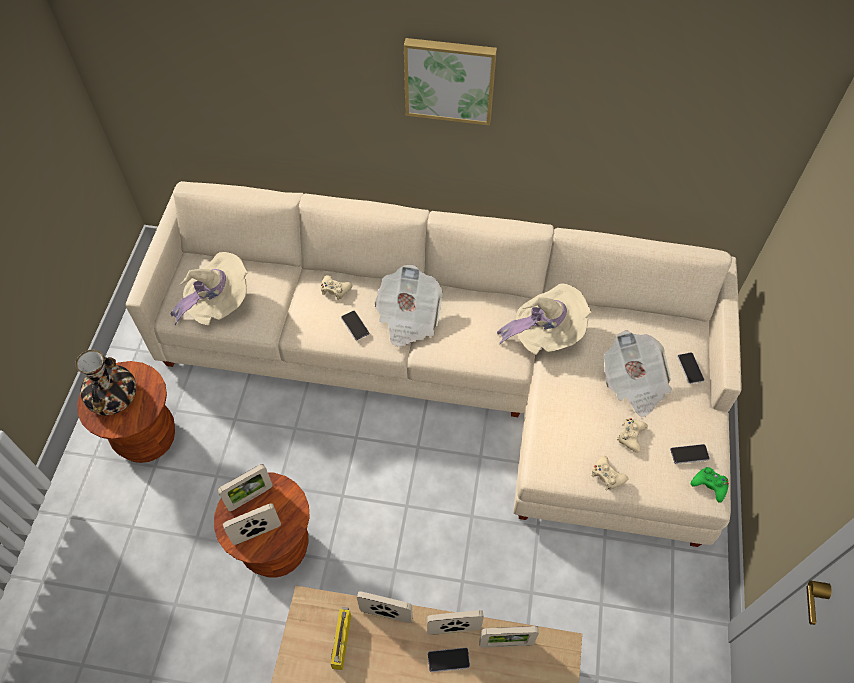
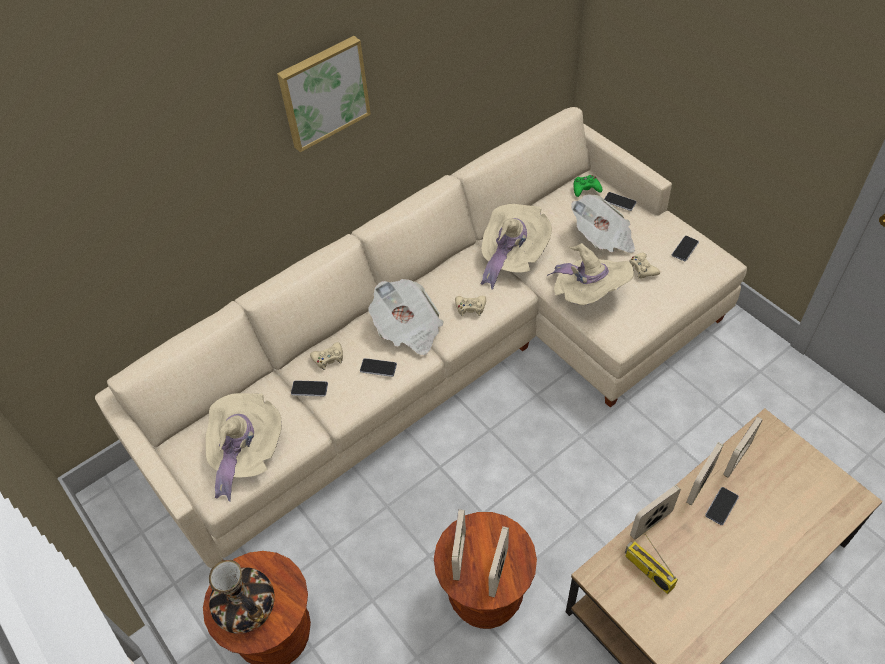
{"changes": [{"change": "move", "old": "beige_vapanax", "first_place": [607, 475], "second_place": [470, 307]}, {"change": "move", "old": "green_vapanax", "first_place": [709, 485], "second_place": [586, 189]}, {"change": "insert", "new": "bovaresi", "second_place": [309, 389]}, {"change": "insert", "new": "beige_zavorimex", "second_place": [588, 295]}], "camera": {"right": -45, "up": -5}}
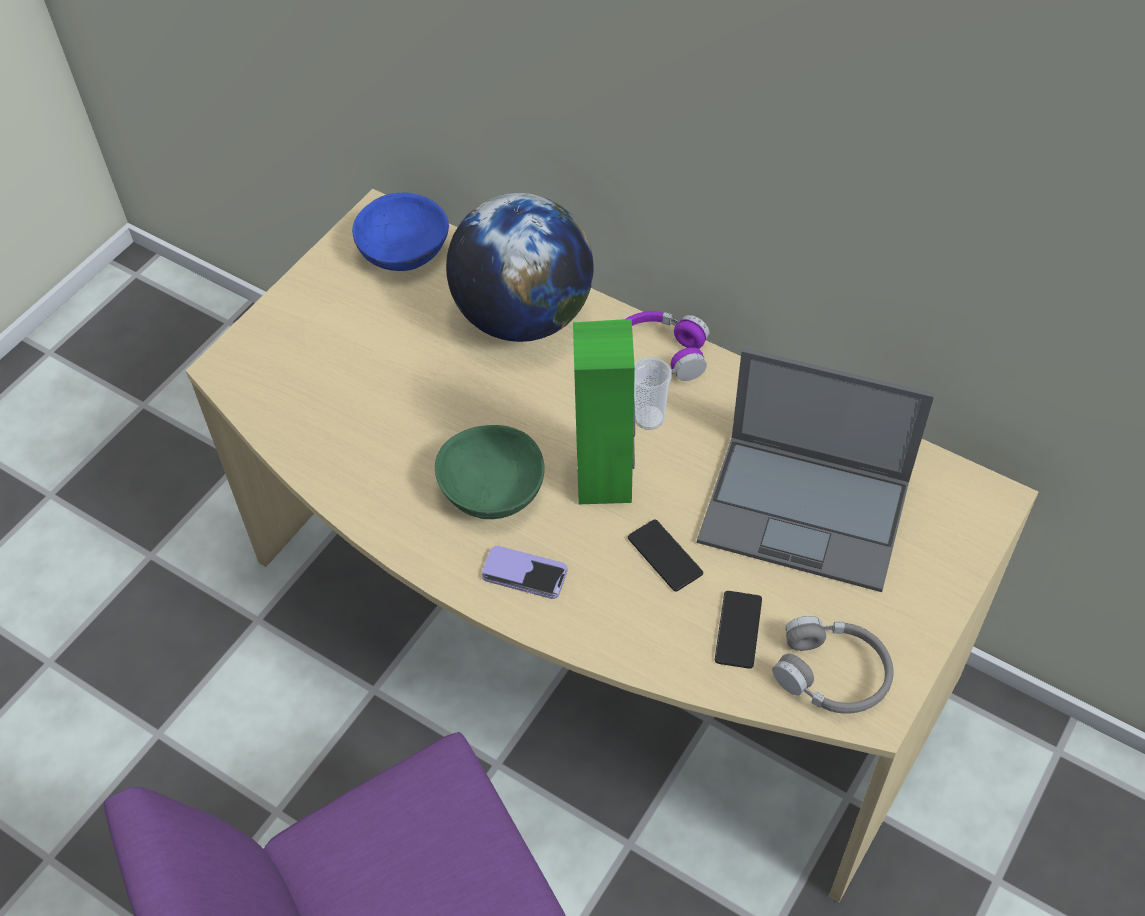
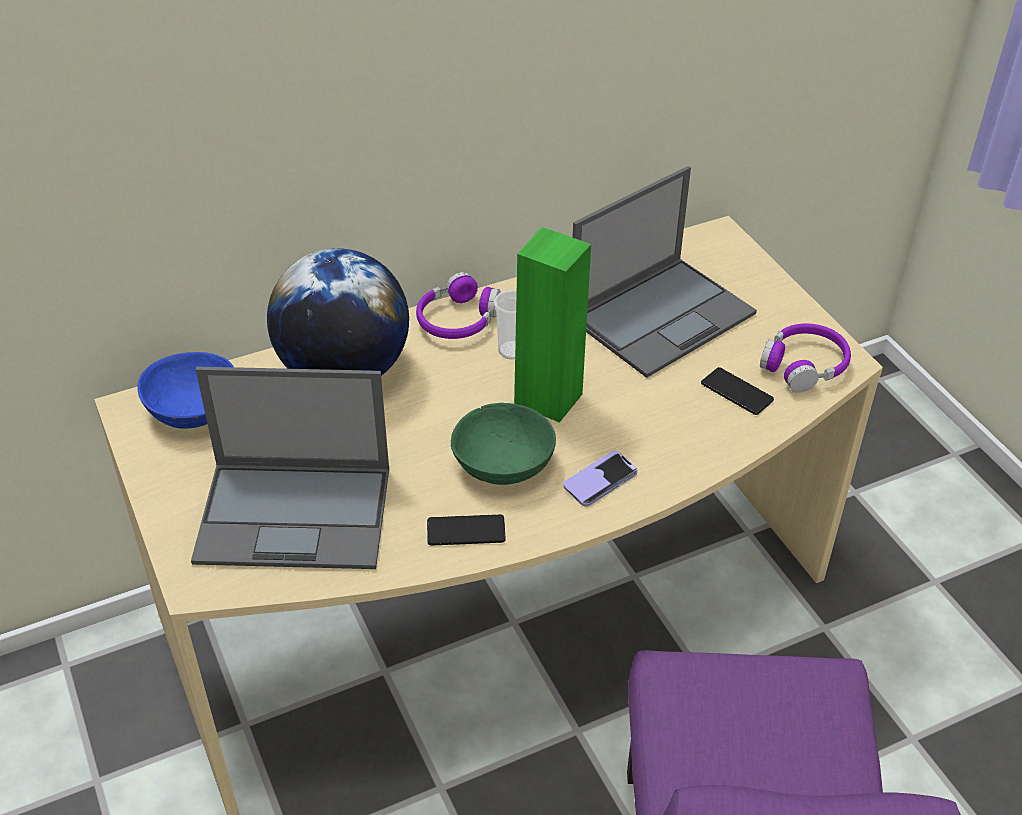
{"changes": [{"change": "move", "old": "bovaresi", "first_place": [665, 556], "second_place": [466, 531]}, {"change": "recolor", "old": "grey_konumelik", "new": "purple_konumelik", "first_place": [832, 674], "second_place": [804, 365]}, {"change": "insert", "new": "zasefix", "second_place": [297, 514]}], "camera": {"right": -60, "up": -10}}
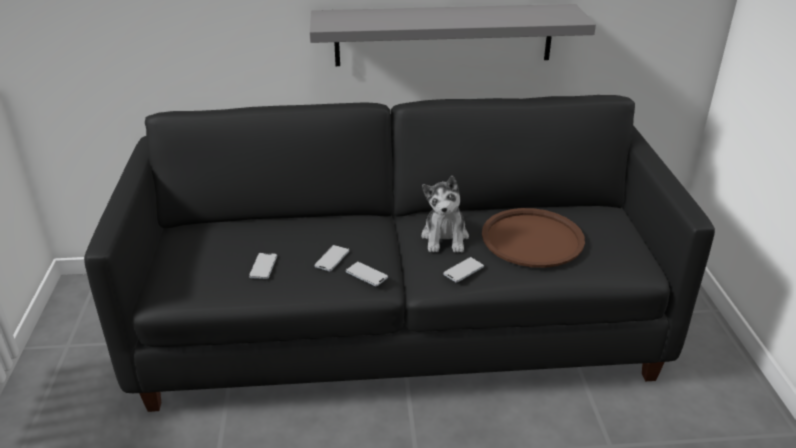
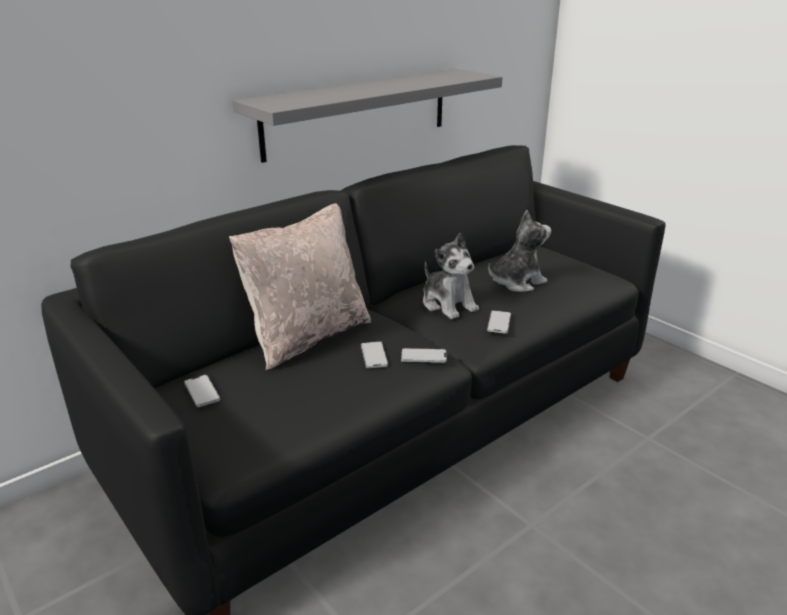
{"changes": [{"change": "move", "old": "bovaresi", "first_place": [263, 266], "second_place": [202, 391]}, {"change": "replace", "old": "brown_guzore", "new": "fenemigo", "first_place": [532, 239], "second_place": [516, 282]}, {"change": "insert", "new": "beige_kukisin", "second_place": [307, 336]}], "camera": {"right": -35, "up": -5}}
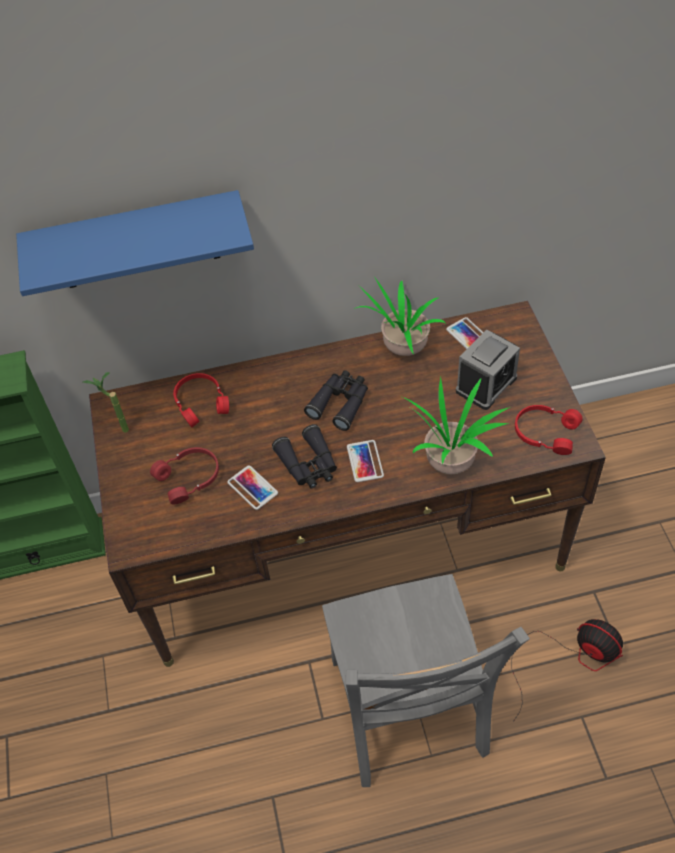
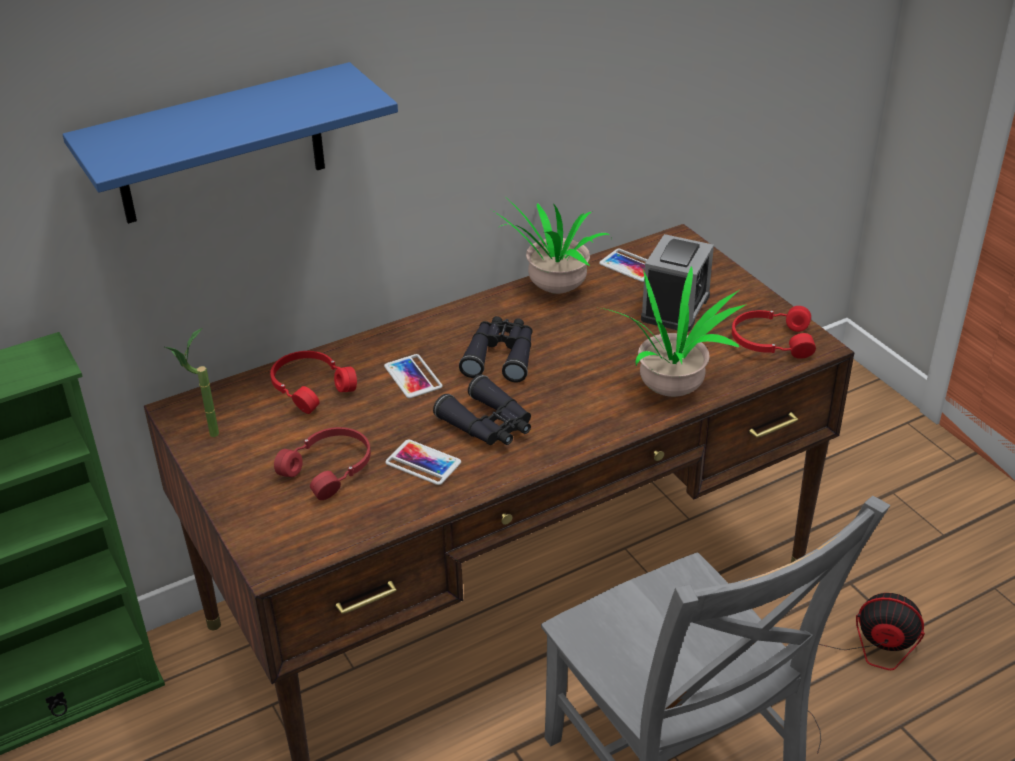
{"changes": [{"change": "move", "old": "bovaresi", "first_place": [365, 461], "second_place": [413, 377]}], "camera": {"right": -20, "up": -15}}
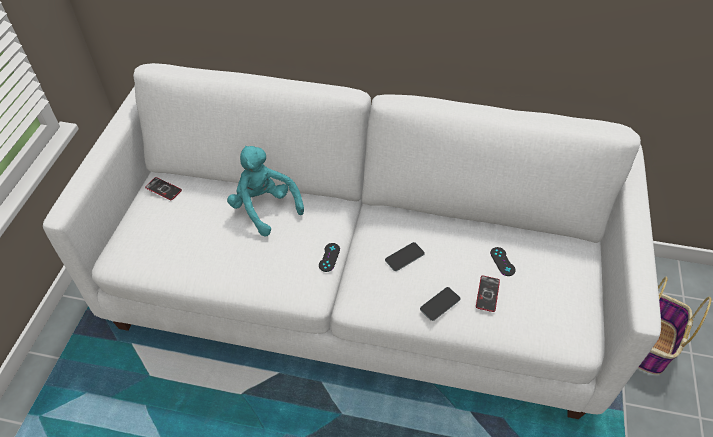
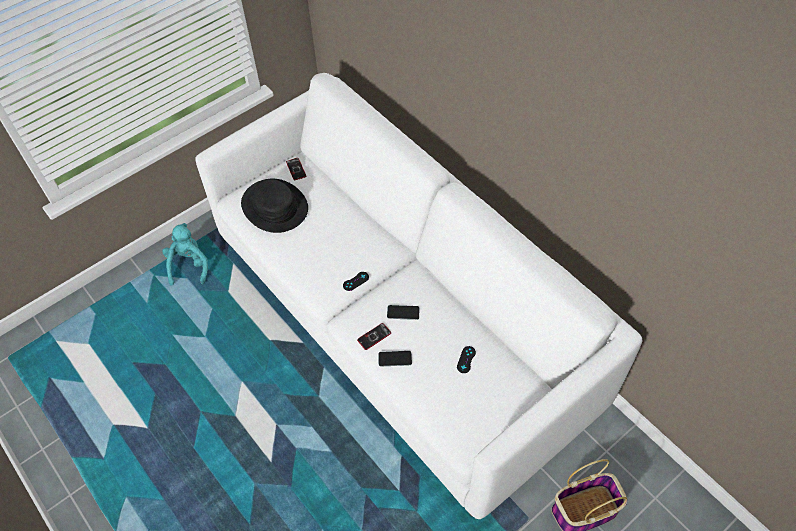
{"changes": [{"change": "move", "old": "turquoise_fenemigo", "first_place": [264, 207], "second_place": [189, 266]}, {"change": "move", "old": "bovaresi", "first_place": [487, 294], "second_place": [374, 336]}, {"change": "insert", "new": "black_zavorimex", "second_place": [274, 207]}], "camera": {"right": 40, "up": 5}}
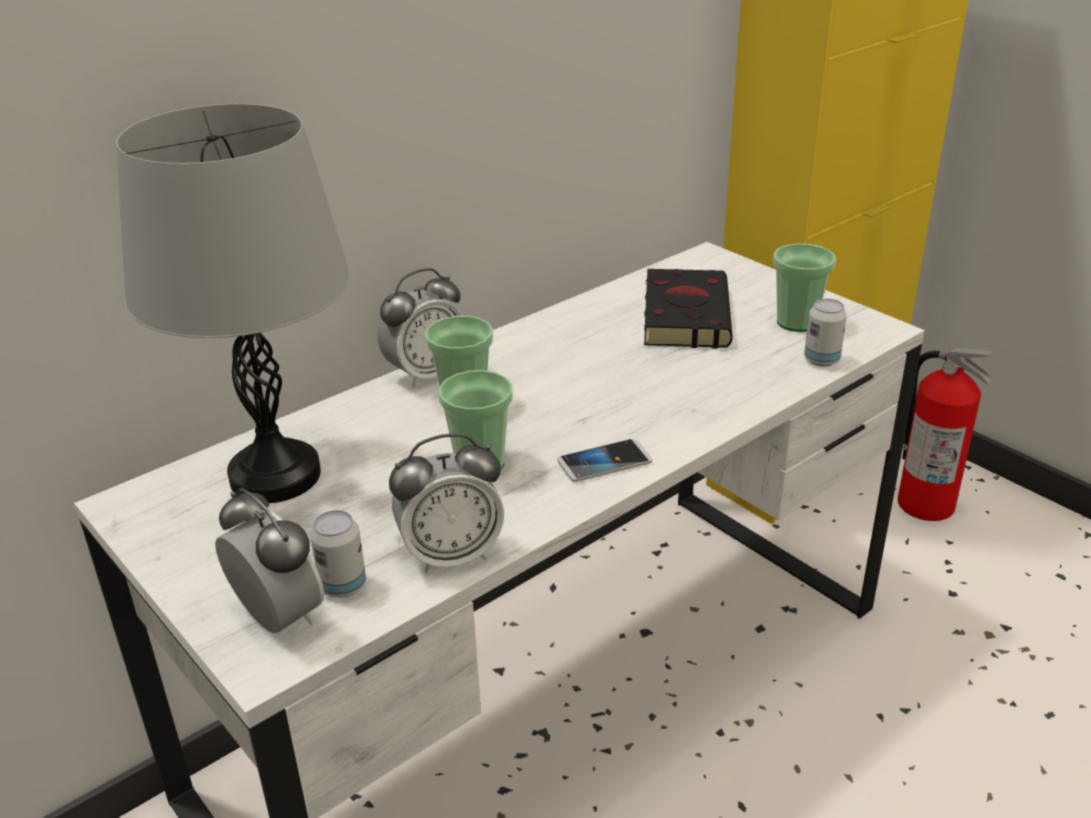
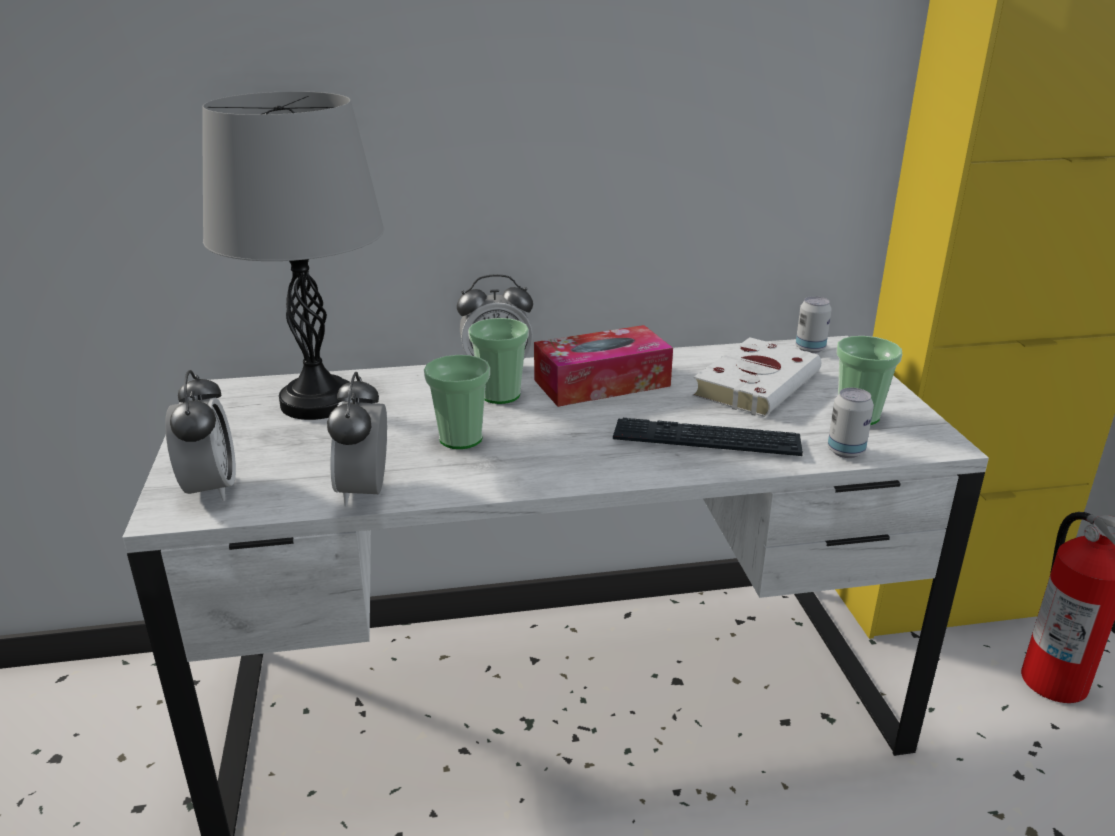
{"changes": [{"change": "move", "old": "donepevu", "first_place": [343, 586], "second_place": [810, 349]}, {"change": "rotate", "old": "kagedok", "first_place": [451, 555], "second_place": [365, 491], "degrees": 75}, {"change": "delete", "old": "bovaresi", "first_place": [604, 462]}, {"change": "recolor", "old": "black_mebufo", "new": "white_mebufo", "first_place": [685, 314], "second_place": [758, 383]}, {"change": "insert", "new": "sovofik", "second_place": [602, 383]}, {"change": "insert", "new": "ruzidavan", "second_place": [706, 440]}], "camera": {"right": 30, "up": -5}}
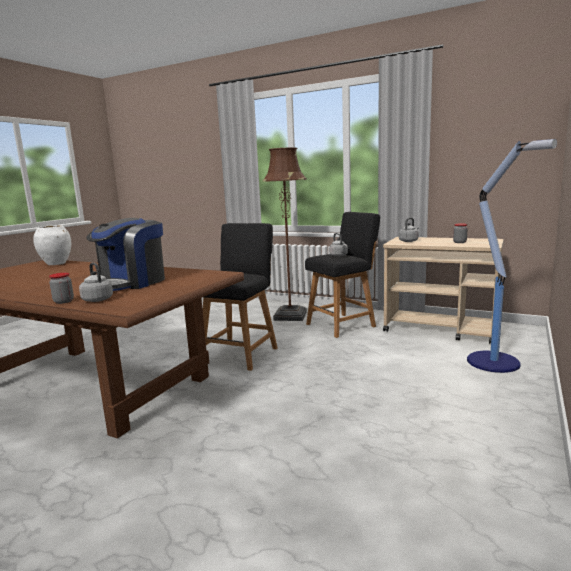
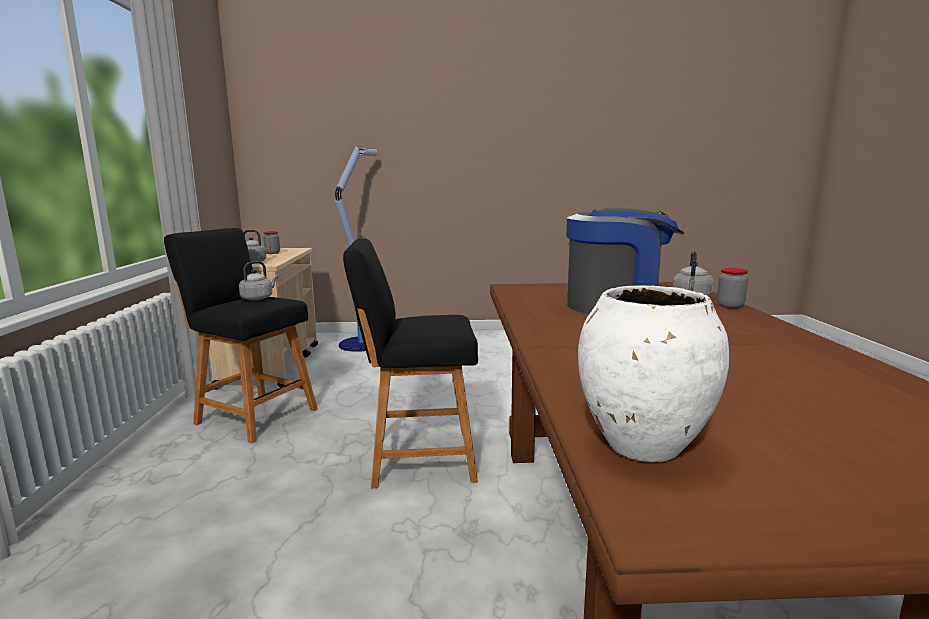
{"changes": [{"change": "delete", "old": "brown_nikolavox", "first_place": [290, 316]}], "camera": {"right": -120, "up": 0}}
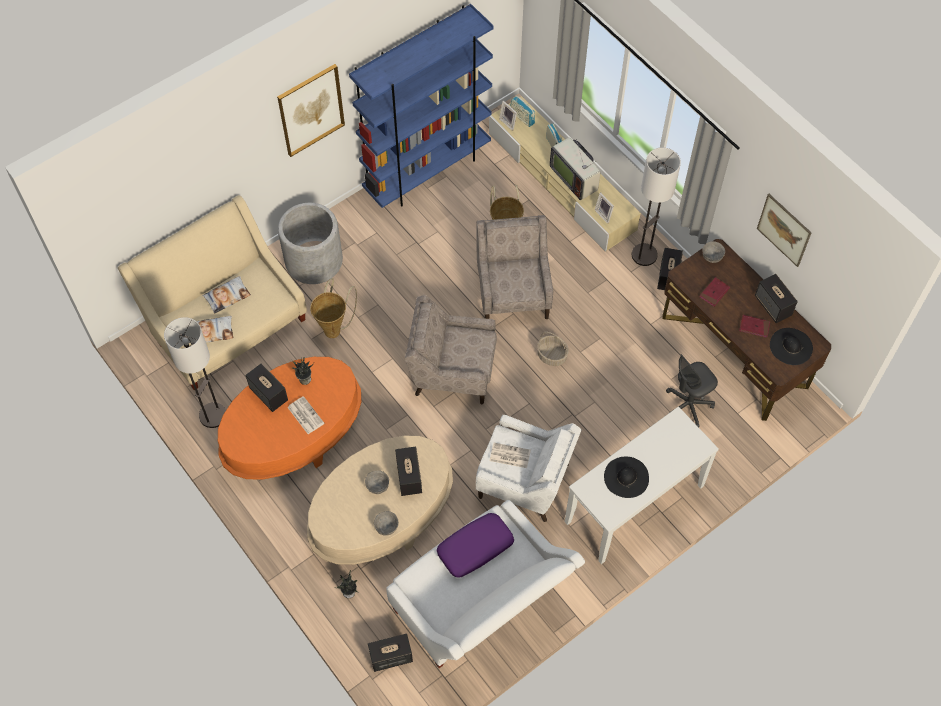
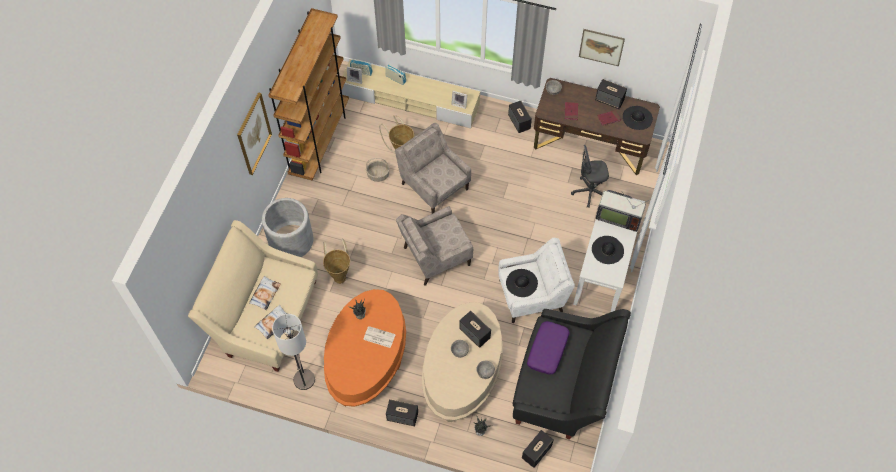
{"changes": [{"change": "move", "old": "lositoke", "first_place": [269, 394], "second_place": [403, 416]}, {"change": "recolor", "old": "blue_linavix", "new": "brown_linavix", "first_place": [427, 171], "second_place": [320, 141]}, {"change": "recolor", "old": "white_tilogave", "new": "black_tilogave", "first_place": [481, 603], "second_place": [563, 384]}, {"change": "replace", "old": "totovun", "new": "black_zavorimex", "first_place": [509, 455], "second_place": [521, 283]}, {"change": "move", "old": "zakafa", "first_place": [551, 356], "second_place": [378, 175]}, {"change": "move", "old": "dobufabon", "first_place": [575, 178], "second_place": [618, 217]}, {"change": "delete", "old": "nikolavox", "first_place": [644, 255]}, {"change": "rotate", "old": "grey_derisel", "first_place": [687, 406], "second_place": [589, 192], "degrees": 60}], "camera": {"right": -35, "up": 0}}
